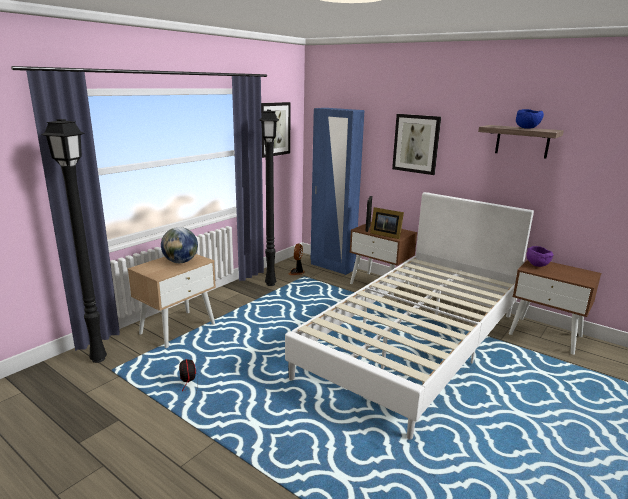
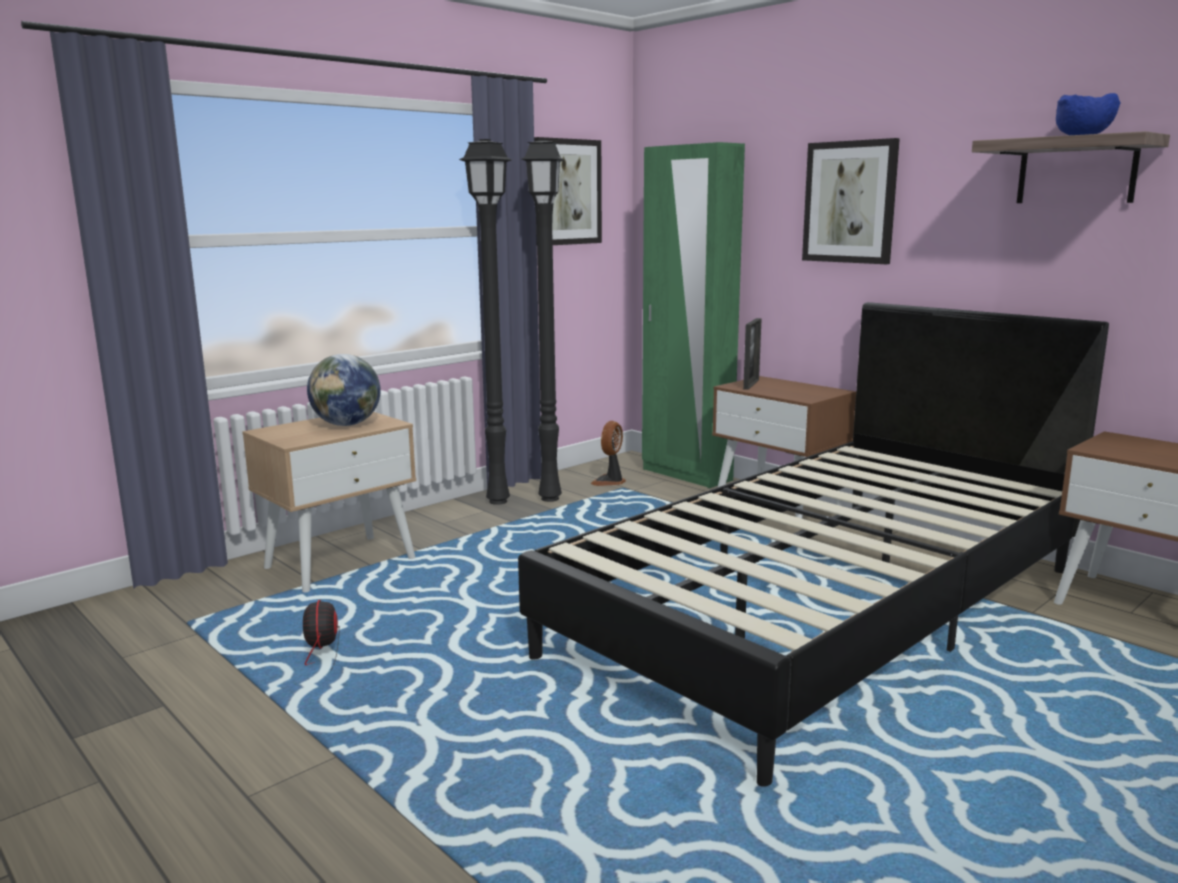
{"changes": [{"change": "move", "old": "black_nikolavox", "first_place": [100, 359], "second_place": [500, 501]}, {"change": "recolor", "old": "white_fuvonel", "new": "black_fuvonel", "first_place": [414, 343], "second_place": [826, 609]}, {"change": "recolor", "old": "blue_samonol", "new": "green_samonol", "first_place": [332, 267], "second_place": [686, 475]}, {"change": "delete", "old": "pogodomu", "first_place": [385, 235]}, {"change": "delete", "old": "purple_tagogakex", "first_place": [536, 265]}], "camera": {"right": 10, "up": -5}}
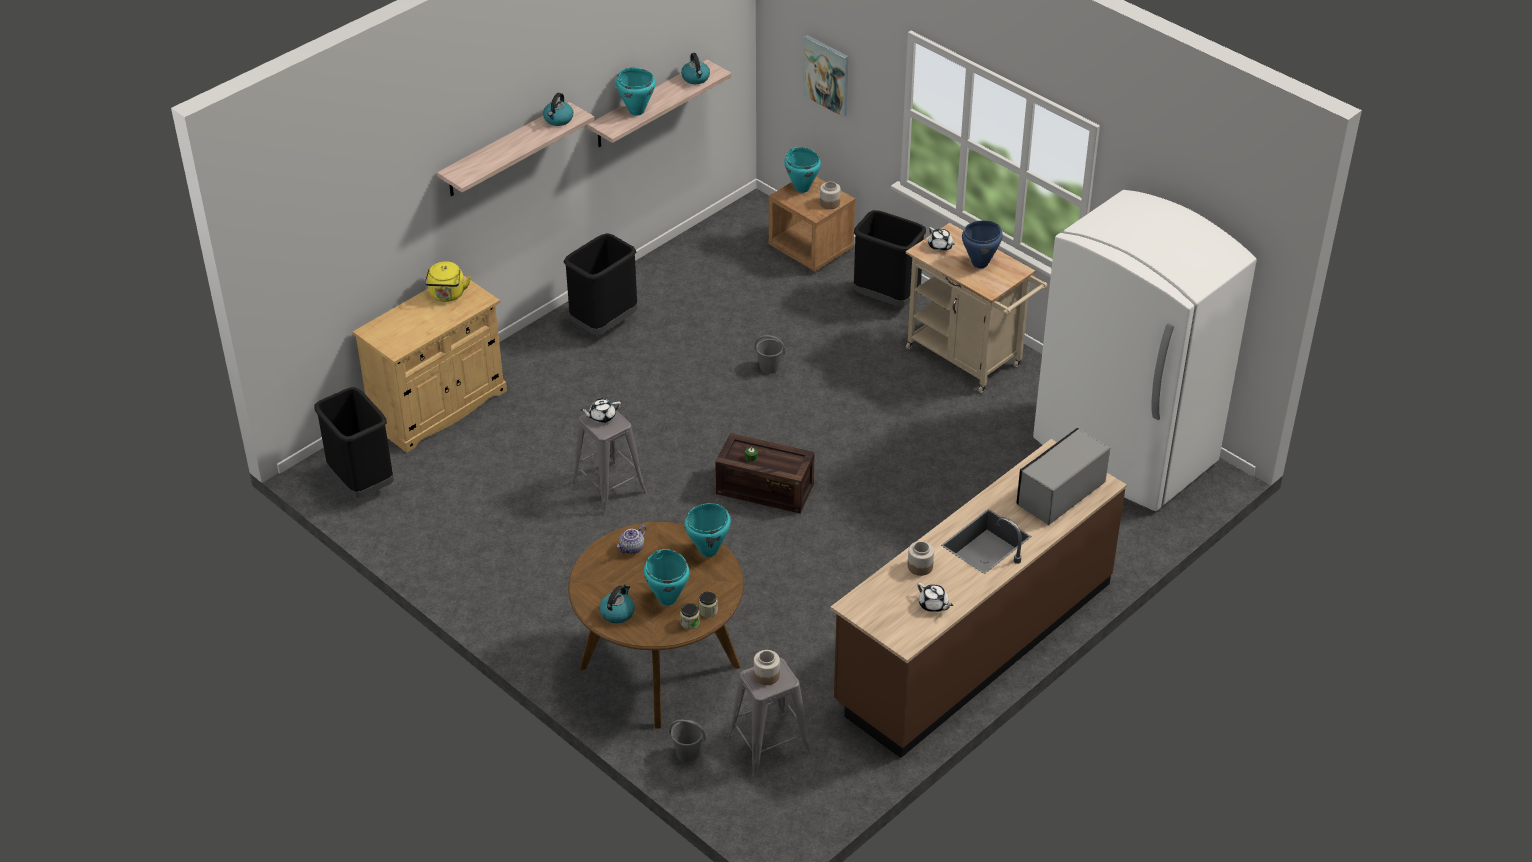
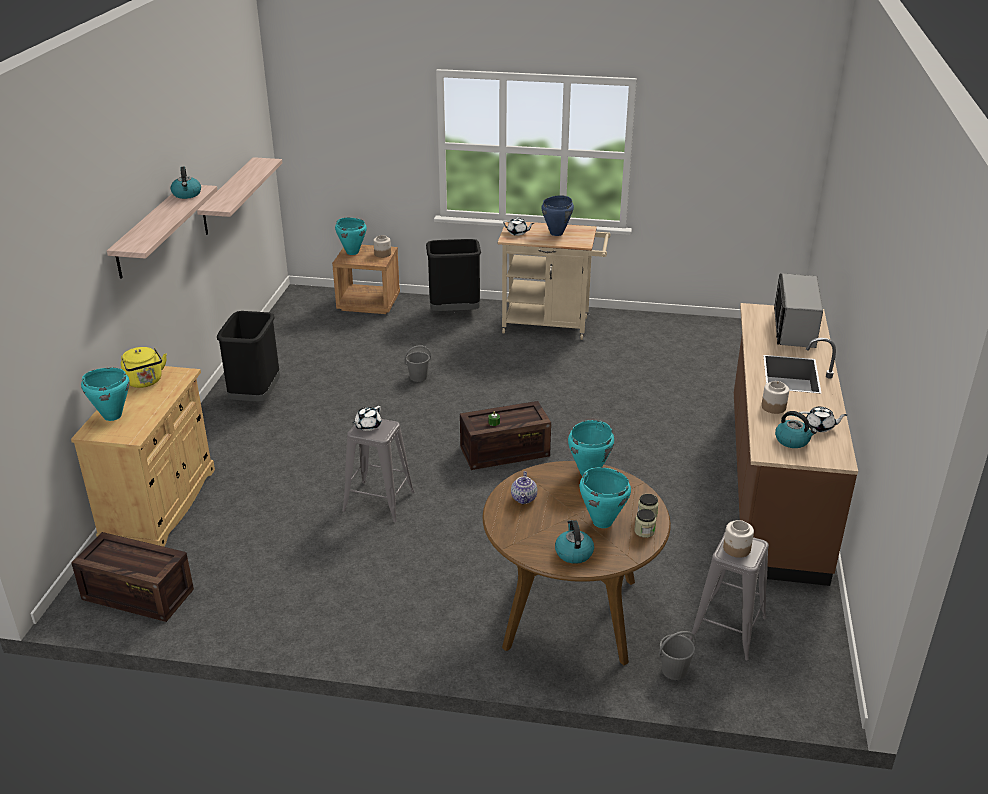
{"changes": [{"change": "replace", "old": "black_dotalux", "new": "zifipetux", "first_place": [361, 483], "second_place": [135, 595]}, {"change": "move", "old": "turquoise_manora", "first_place": [636, 111], "second_place": [112, 416]}, {"change": "move", "old": "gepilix", "first_place": [696, 78], "second_place": [792, 440]}, {"change": "delete", "old": "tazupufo", "first_place": [827, 75]}, {"change": "delete", "old": "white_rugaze", "first_place": [1124, 452]}], "camera": {"right": -35, "up": -10}}
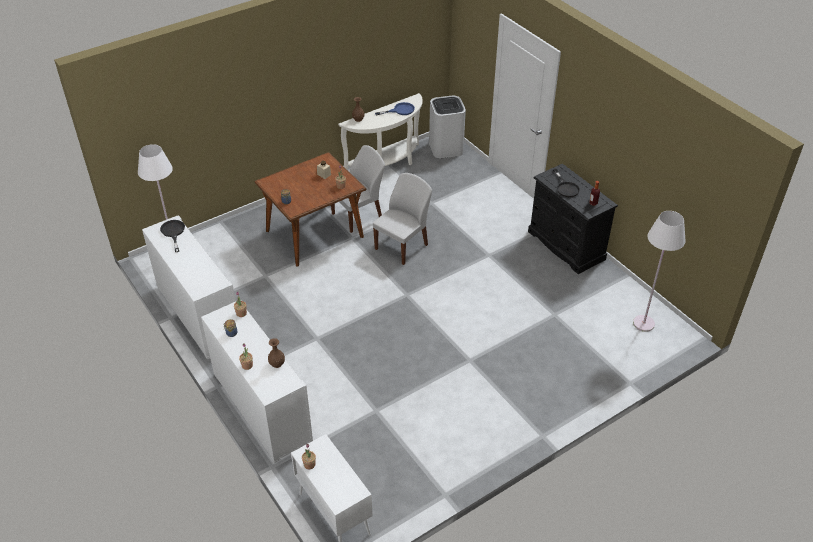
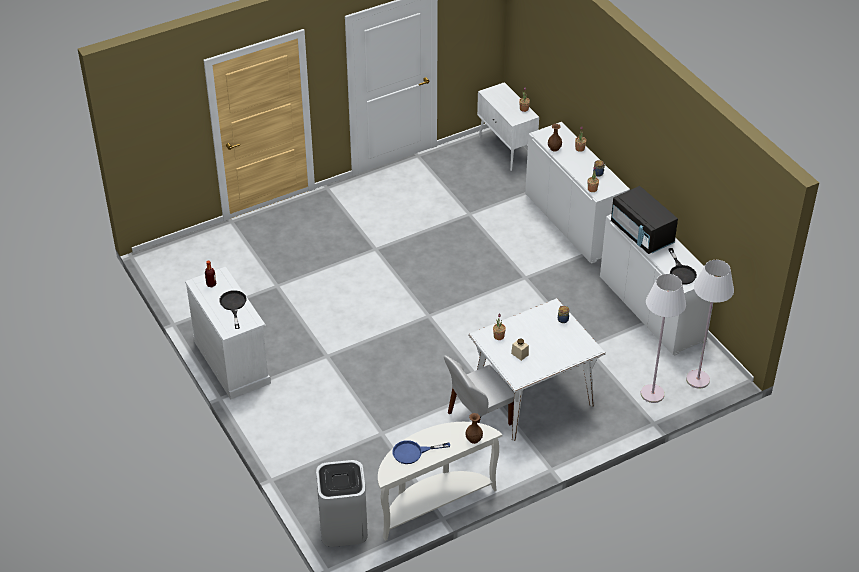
{"changes": [{"change": "recolor", "old": "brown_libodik", "new": "white_libodik", "first_place": [314, 234], "second_place": [533, 397]}, {"change": "delete", "old": "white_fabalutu", "first_place": [402, 246]}, {"change": "recolor", "old": "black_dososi", "new": "white_dososi", "first_place": [566, 245], "second_place": [232, 362]}, {"change": "move", "old": "white_nikolavox", "first_place": [643, 323], "second_place": [652, 394]}, {"change": "insert", "new": "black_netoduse", "second_place": [642, 234]}], "camera": {"right": -175, "up": 0}}
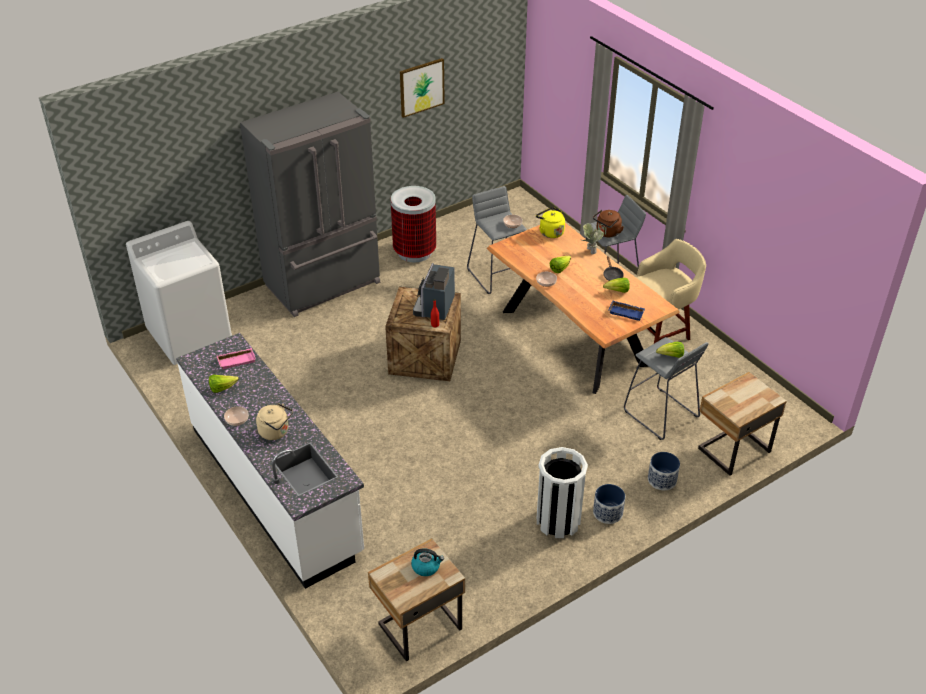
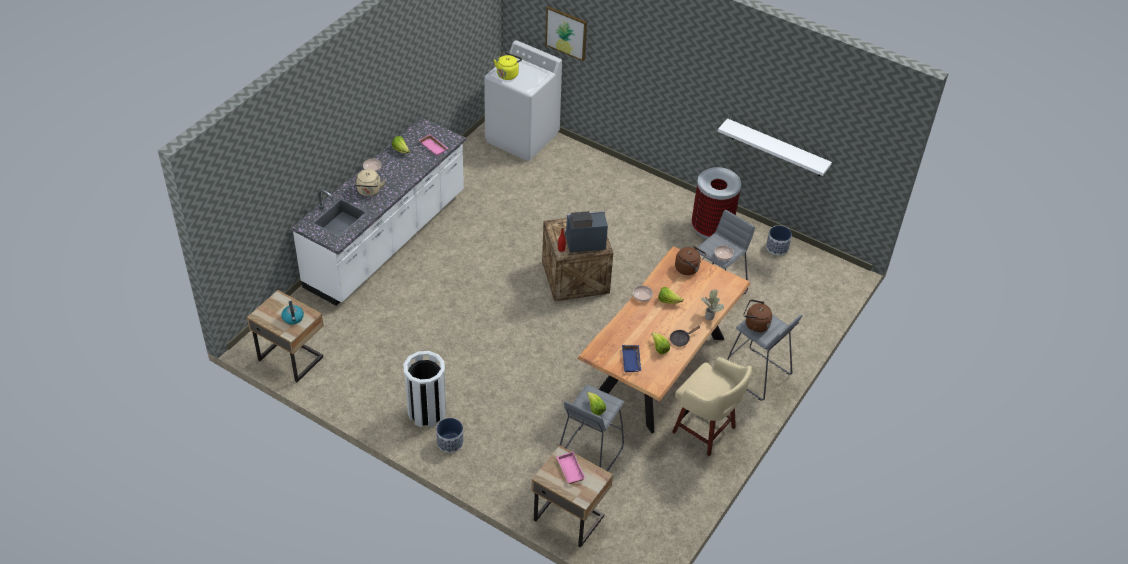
{"changes": [{"change": "delete", "old": "grey_rugaze", "first_place": [324, 285]}, {"change": "move", "old": "tazupufo", "first_place": [421, 87], "second_place": [566, 33]}, {"change": "move", "old": "yellow_gepilix", "first_place": [550, 232], "second_place": [508, 74]}, {"change": "move", "old": "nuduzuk", "first_place": [662, 480], "second_place": [777, 247]}, {"change": "insert", "new": "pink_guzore", "second_place": [569, 470]}, {"change": "insert", "new": "brown_gepilix", "second_place": [688, 269]}, {"change": "insert", "new": "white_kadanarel", "second_place": [777, 148]}], "camera": {"right": 65, "up": 5}}
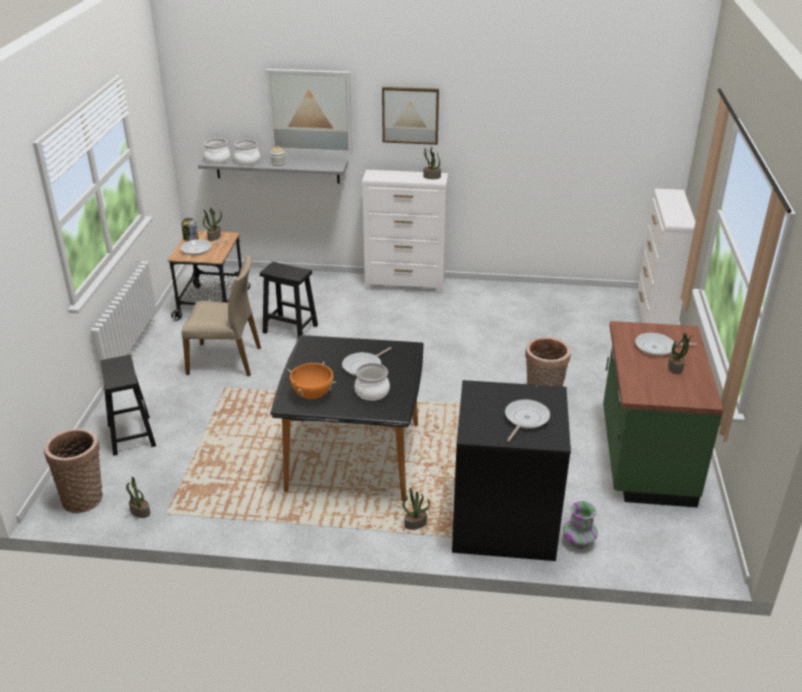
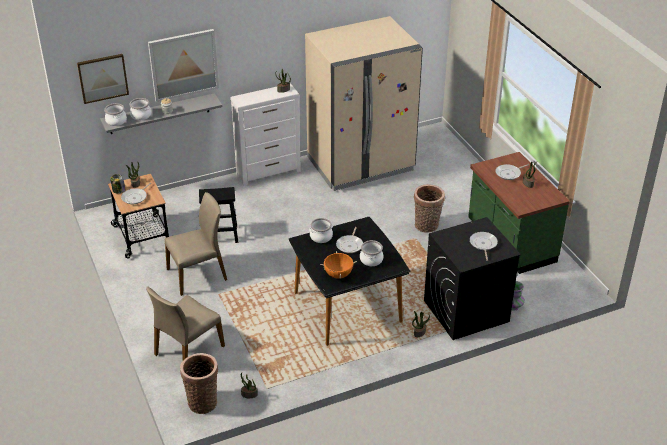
{"changes": [{"change": "replace", "old": "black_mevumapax", "new": "beige_fabalutu", "first_place": [131, 434], "second_place": [188, 350]}, {"change": "move", "old": "tazupufo", "first_place": [410, 115], "second_place": [103, 78]}, {"change": "delete", "old": "white_dososi", "first_place": [654, 320]}, {"change": "insert", "new": "beige_rugaze", "second_place": [361, 164]}, {"change": "insert", "new": "manora", "second_place": [321, 237]}], "camera": {"right": -30, "up": 5}}
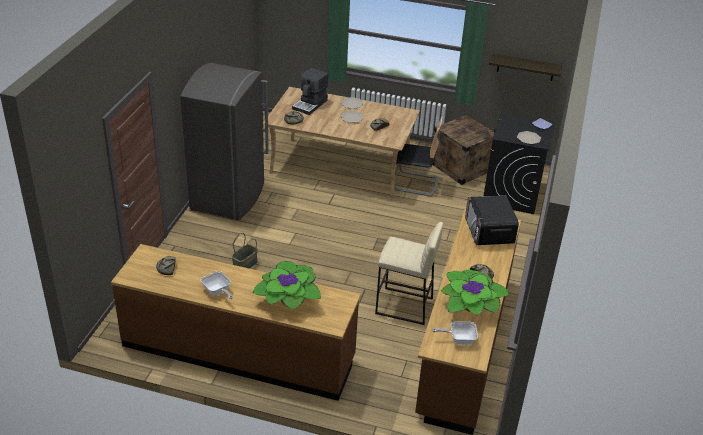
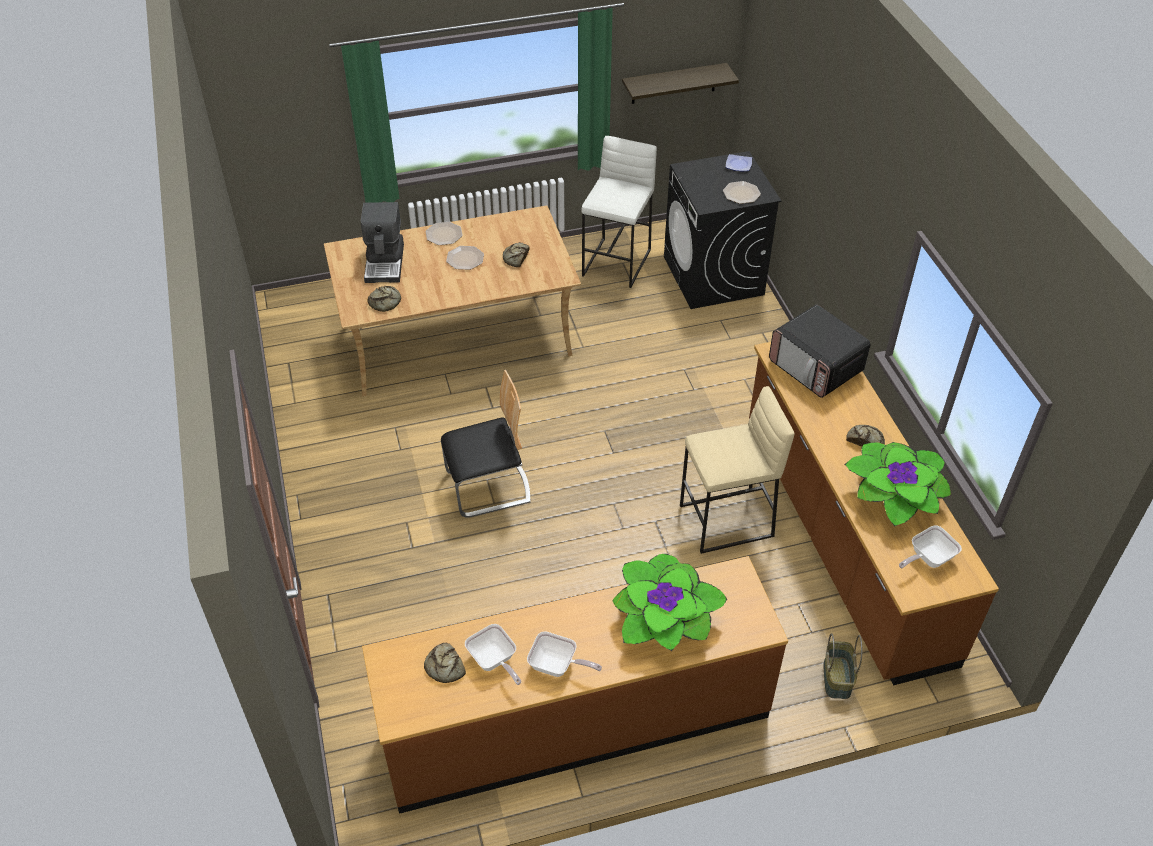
{"changes": [{"change": "delete", "old": "grey_rugaze", "first_place": [229, 197]}, {"change": "move", "old": "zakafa", "first_place": [245, 265], "second_place": [837, 678]}, {"change": "move", "old": "fabalutu", "first_place": [415, 183], "second_place": [488, 488]}, {"change": "replace", "old": "zifipetux", "new": "white_mevumapax", "first_place": [461, 167], "second_place": [617, 263]}, {"change": "insert", "new": "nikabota", "second_place": [494, 661]}], "camera": {"right": -30, "up": 10}}
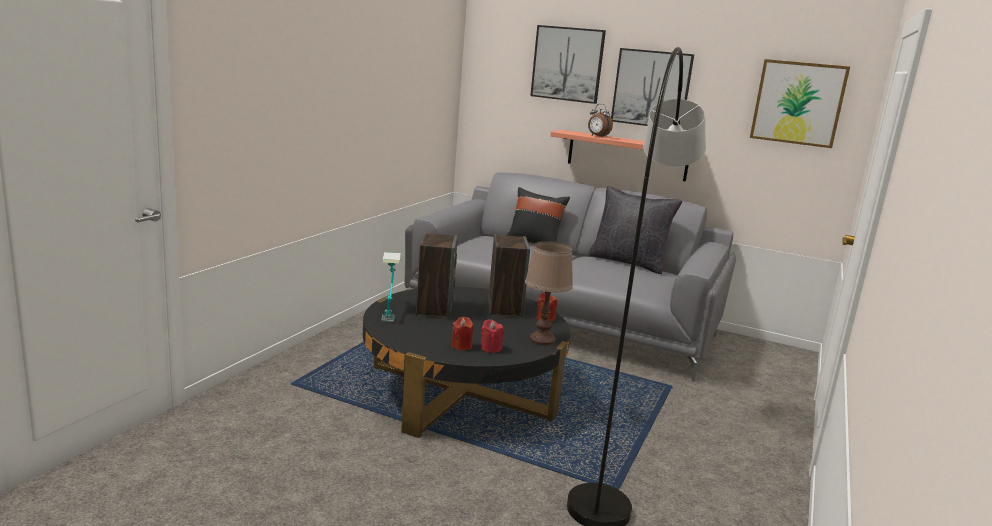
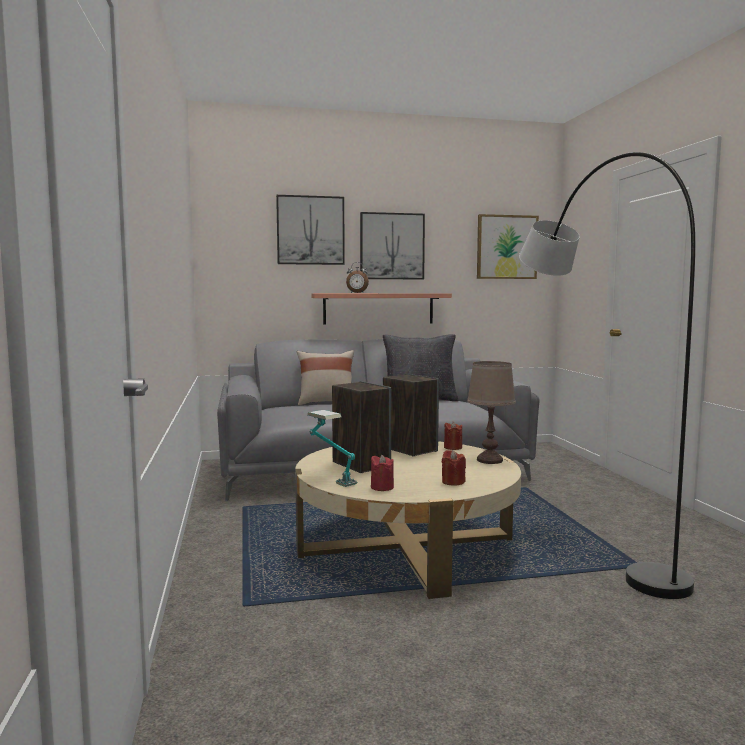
{"changes": [{"change": "recolor", "old": "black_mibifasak", "new": "beige_mibifasak", "first_place": [462, 391], "second_place": [406, 546]}, {"change": "move", "old": "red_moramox", "first_place": [490, 348], "second_place": [382, 487]}, {"change": "recolor", "old": "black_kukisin", "new": "beige_kukisin", "first_place": [534, 243], "second_place": [326, 403]}], "camera": {"right": -35, "up": -10}}
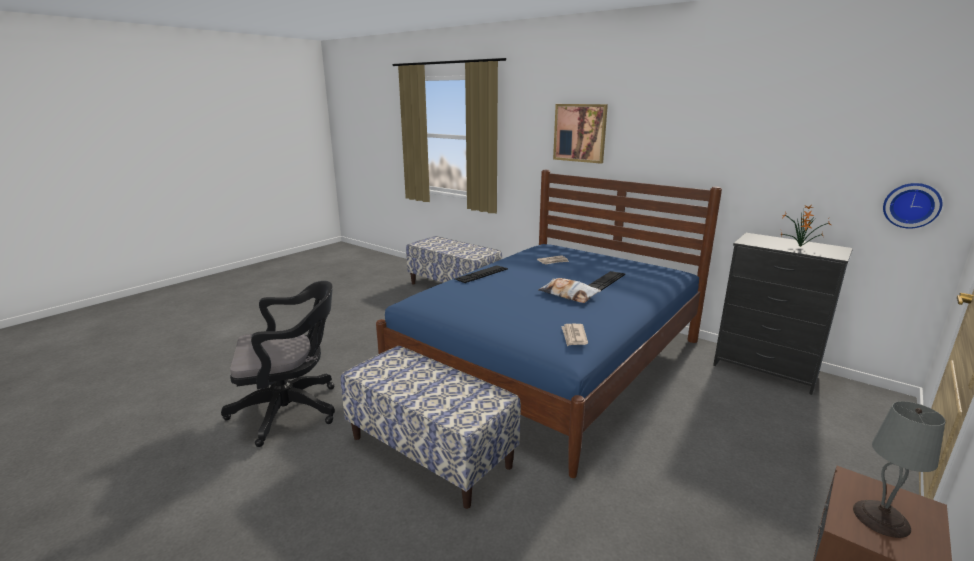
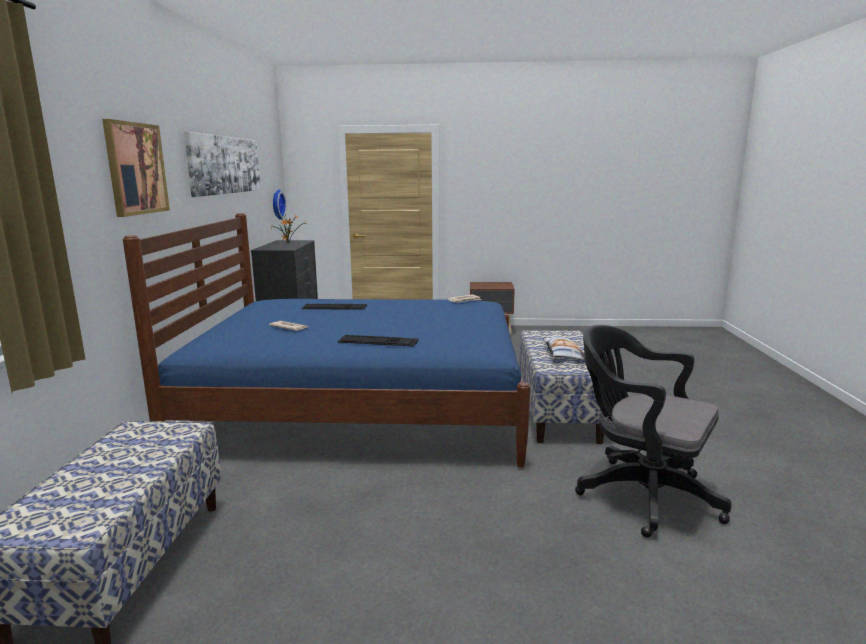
{"changes": [{"change": "move", "old": "kukisin", "first_place": [568, 295], "second_place": [563, 353]}, {"change": "delete", "old": "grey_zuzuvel", "first_place": [881, 519]}, {"change": "insert", "new": "tazupufo", "second_place": [225, 165]}], "camera": {"right": -125, "up": -5}}
